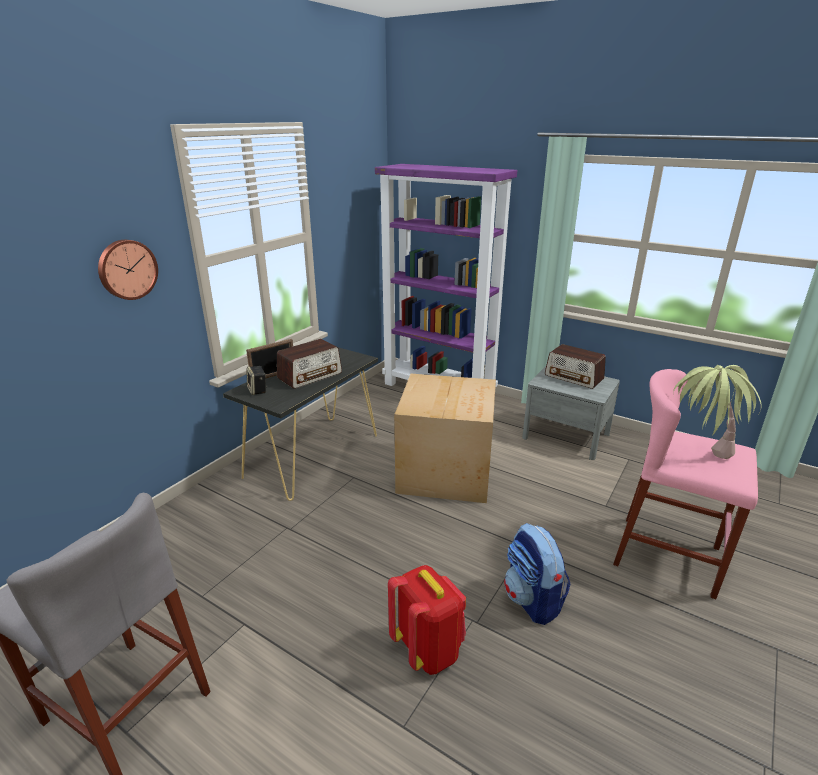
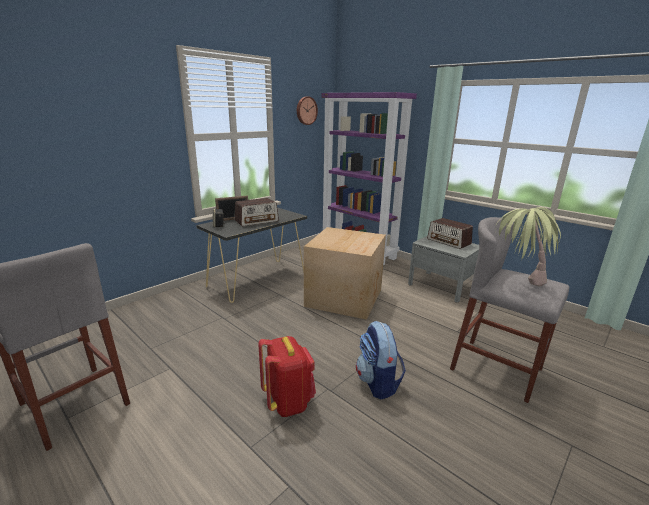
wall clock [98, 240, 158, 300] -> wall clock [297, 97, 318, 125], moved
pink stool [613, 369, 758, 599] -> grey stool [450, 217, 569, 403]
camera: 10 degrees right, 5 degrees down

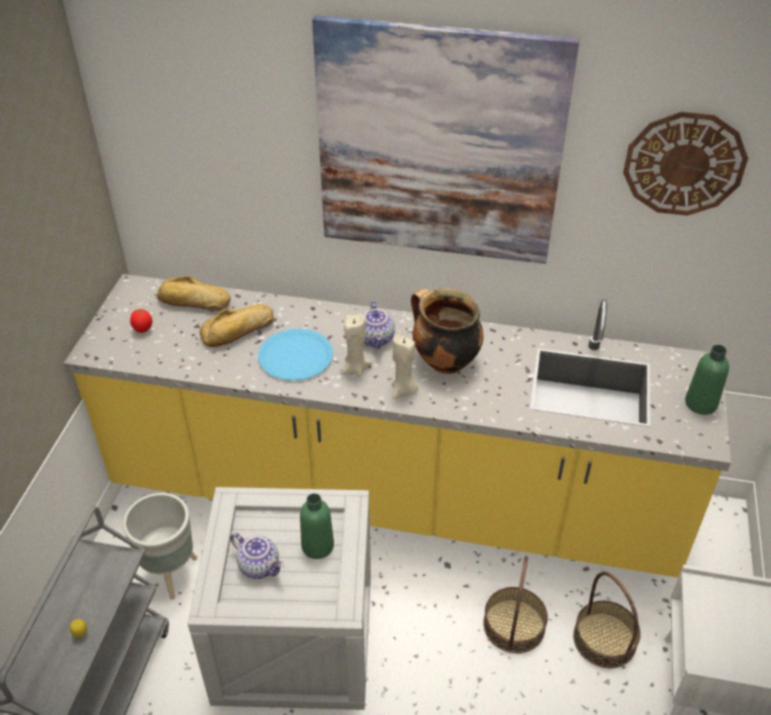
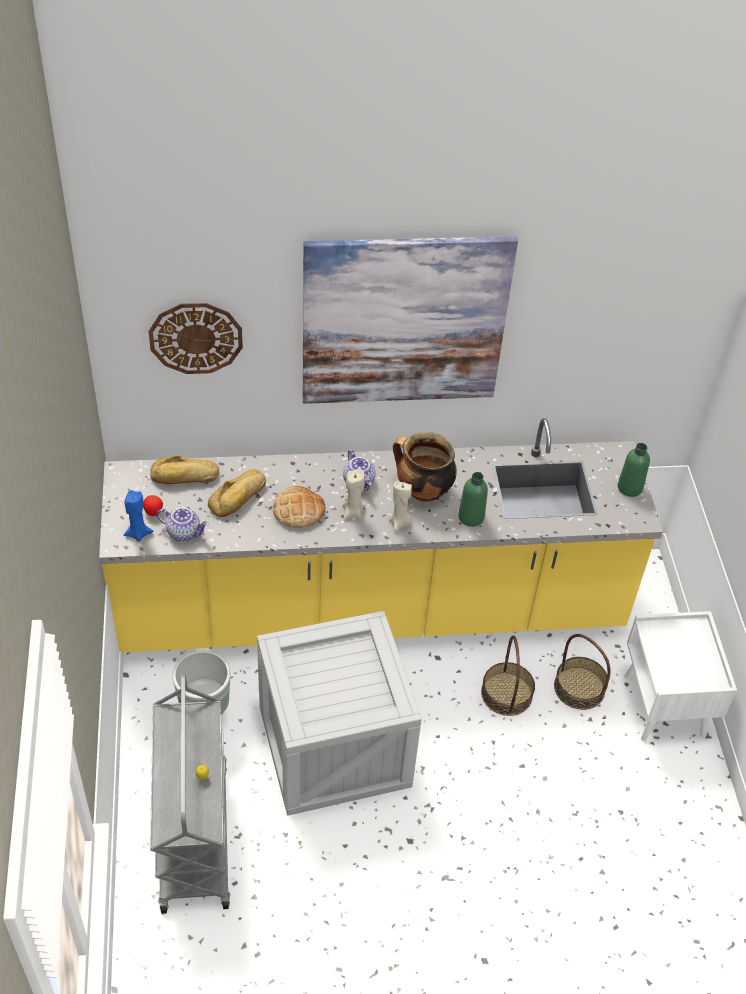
none -> blue candle [124, 490, 153, 542]
wall clock [623, 111, 748, 216] -> wall clock [149, 303, 243, 374], moved
teapot [230, 533, 284, 579] -> teapot [157, 507, 209, 541], moved
blue plate [258, 329, 333, 380] -> bread [273, 486, 325, 528]
green bottle [300, 493, 334, 559] -> green bottle [458, 472, 488, 527], moved
camera: 20 degrees left, 5 degrees up

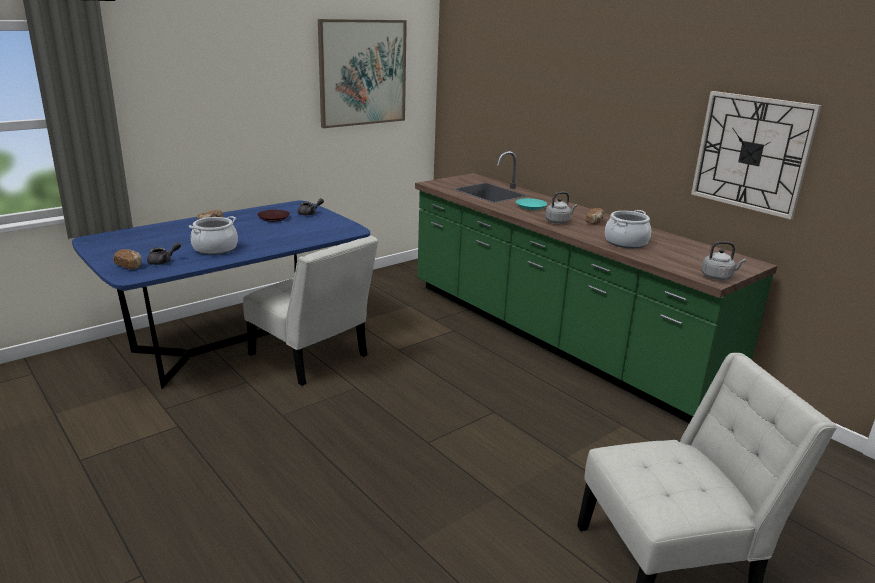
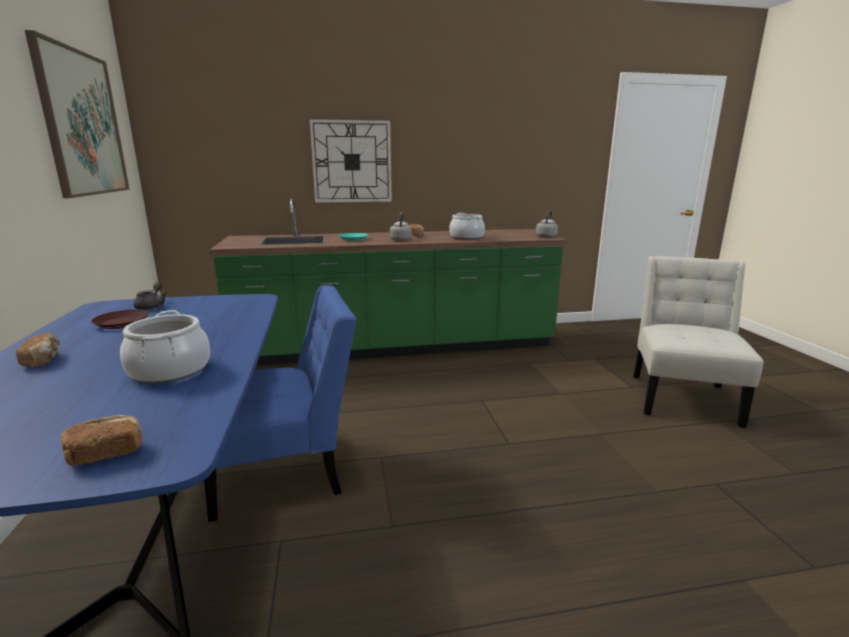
white chair [243, 236, 378, 386] -> blue chair [204, 285, 357, 522]
wall clock [691, 91, 822, 220] -> wall clock [310, 119, 392, 203], moved
grey teapot [147, 242, 181, 265] -> none
camera: 60 degrees left, 5 degrees down

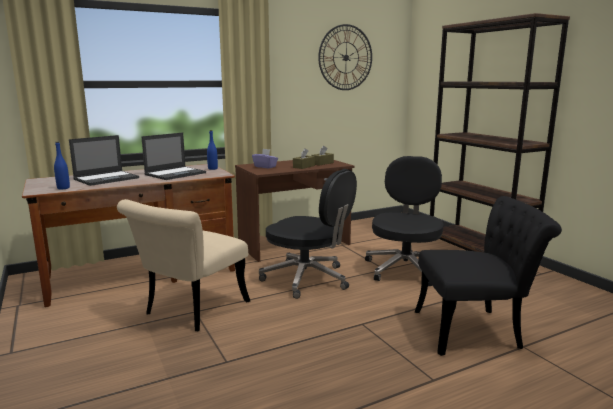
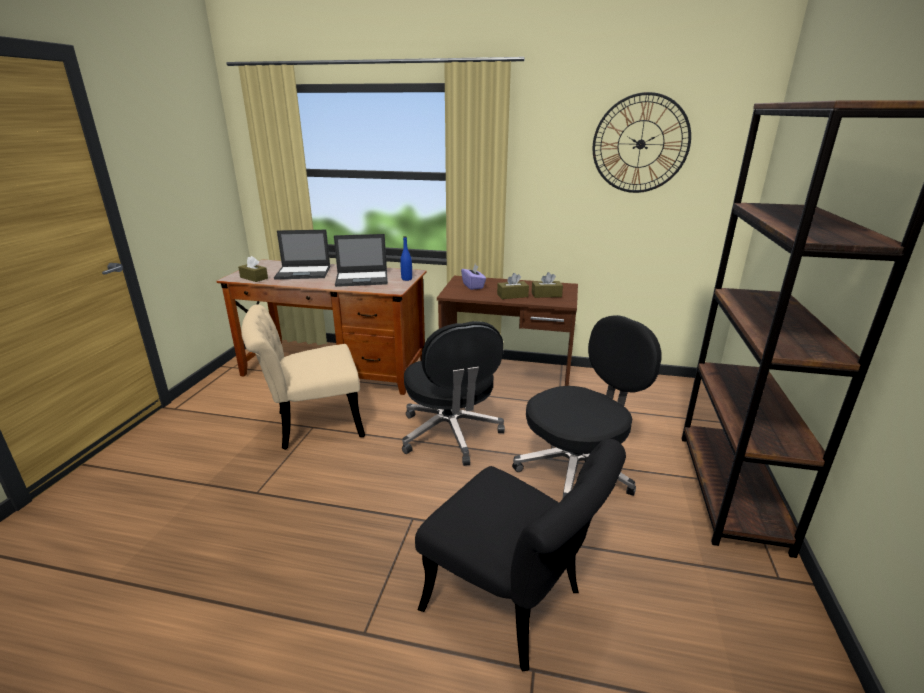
blue bottle [54, 142, 70, 189] -> brown tissue box [238, 256, 268, 282]
camera: 40 degrees right, 10 degrees up

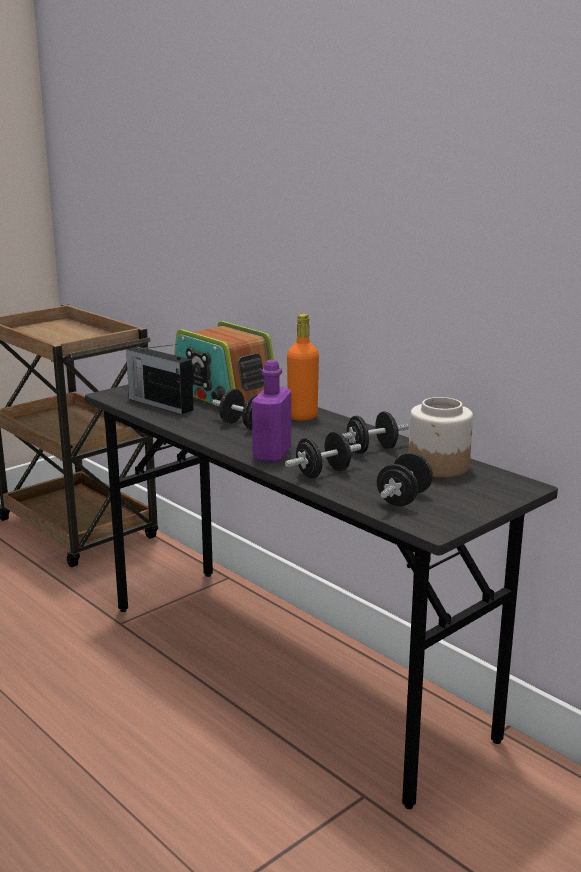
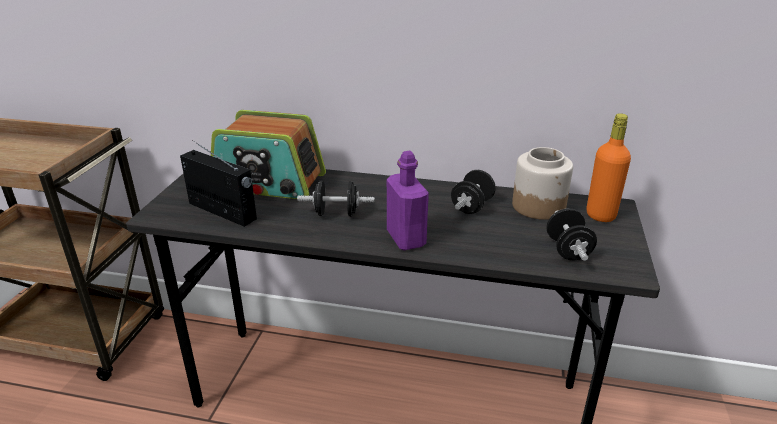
radio [126, 344, 194, 414] -> radio [180, 140, 257, 227], 150 degrees counterclockwise
orange bottle [287, 314, 319, 421] -> orange bottle [587, 113, 631, 222], moved
black dumbbell [285, 432, 361, 478] -> none
camera: 35 degrees left, 10 degrees up

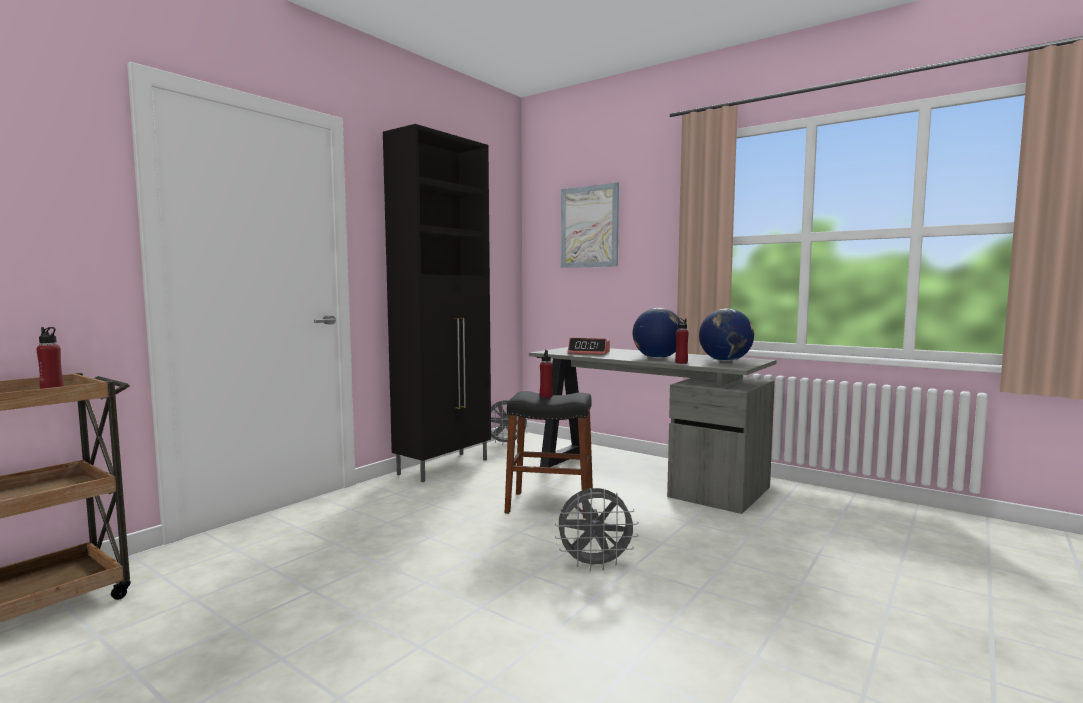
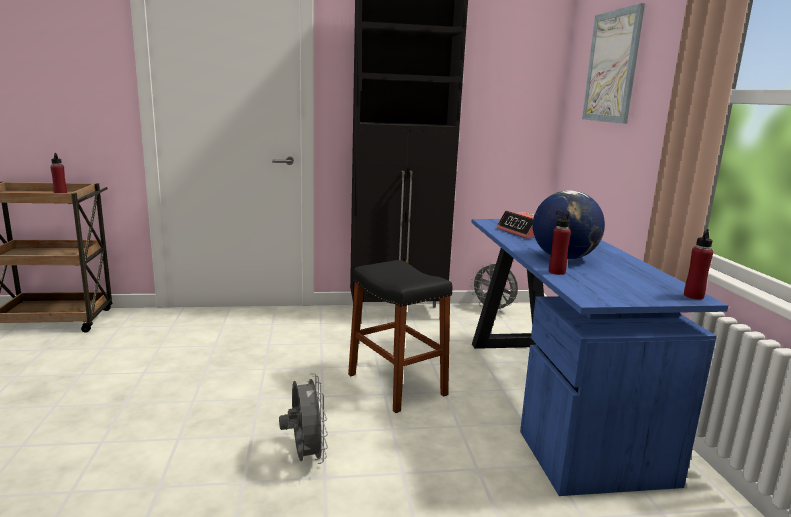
grey fan [555, 488, 639, 571] -> grey fan [279, 373, 328, 464], 150 degrees counterclockwise
grey desk [529, 347, 777, 514] -> blue desk [471, 219, 729, 496]
red bottle [540, 350, 553, 398] -> red bottle [684, 229, 713, 300], moved
globe [699, 308, 754, 361] -> none
camera: 45 degrees right, 10 degrees up

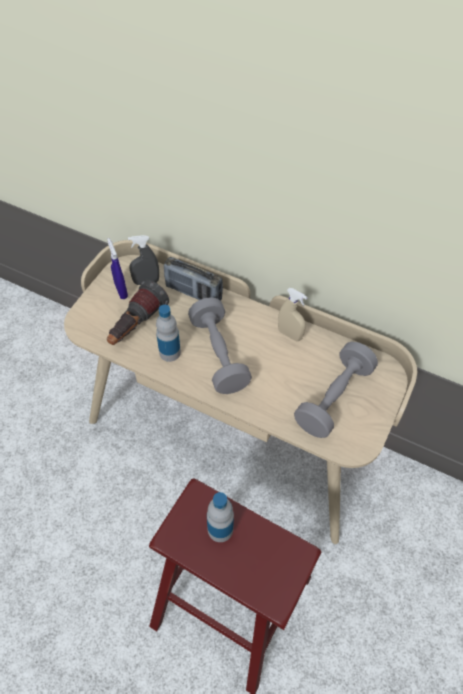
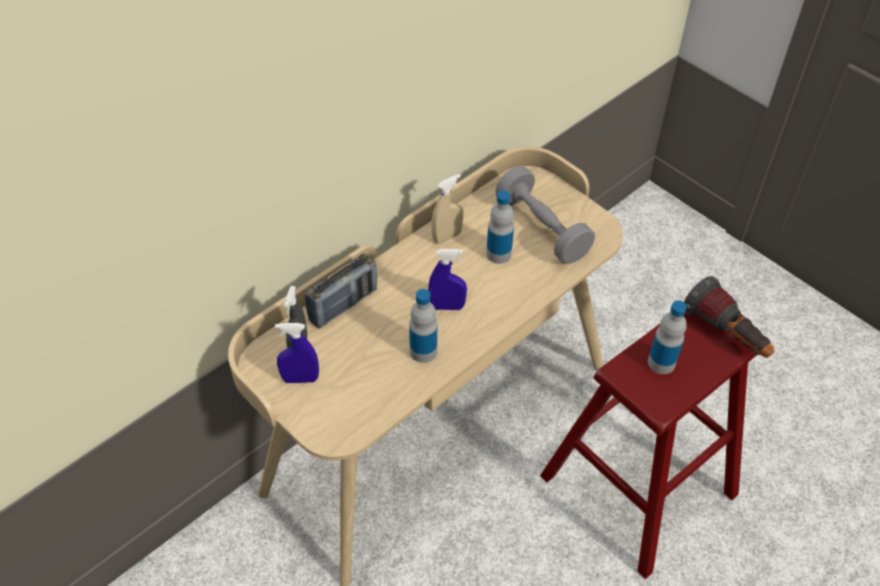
grey dumbbell [188, 297, 252, 394] -> blue spray bottle [428, 249, 467, 310]
none -> bottle [486, 190, 514, 264]
flashlight [107, 280, 169, 345] -> flashlight [684, 276, 775, 358], moved
camera: 70 degrees left, 5 degrees down

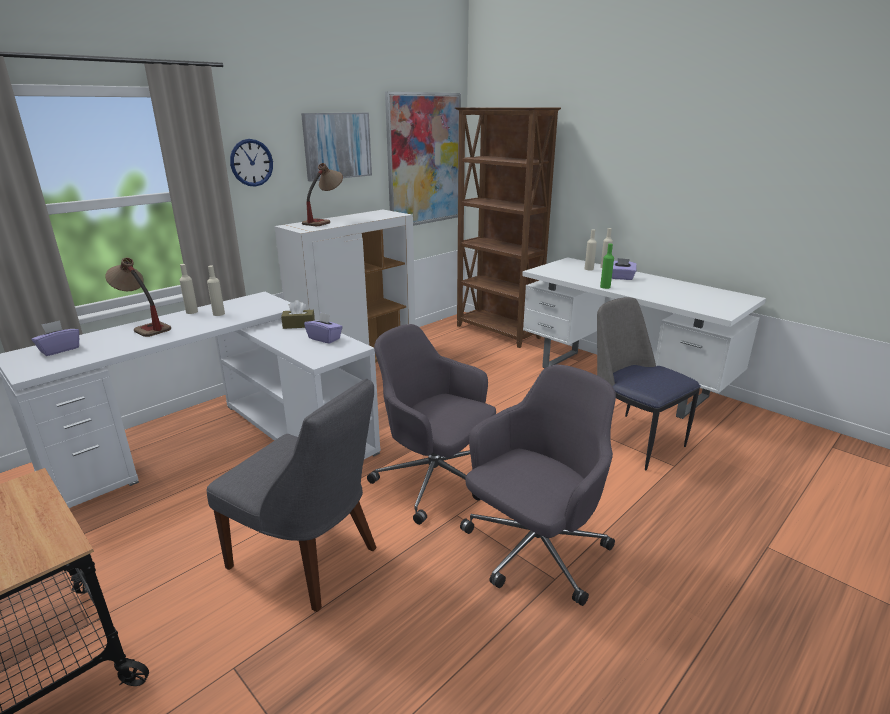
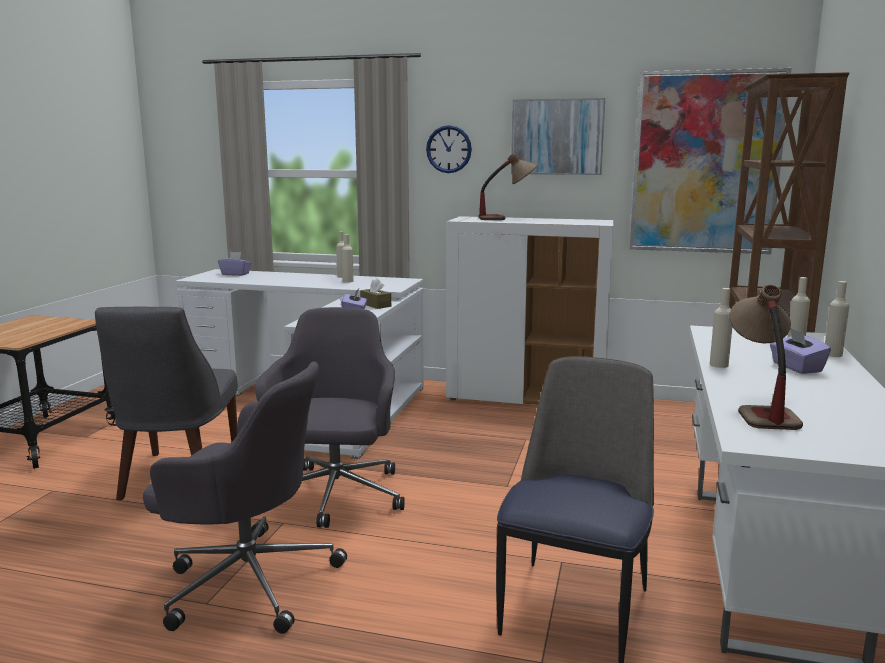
green bottle [600, 244, 614, 289] -> beige bottle [710, 288, 732, 368]
table lamp [105, 258, 171, 337] -> table lamp [729, 285, 803, 430], moved
camera: 60 degrees right, 10 degrees down

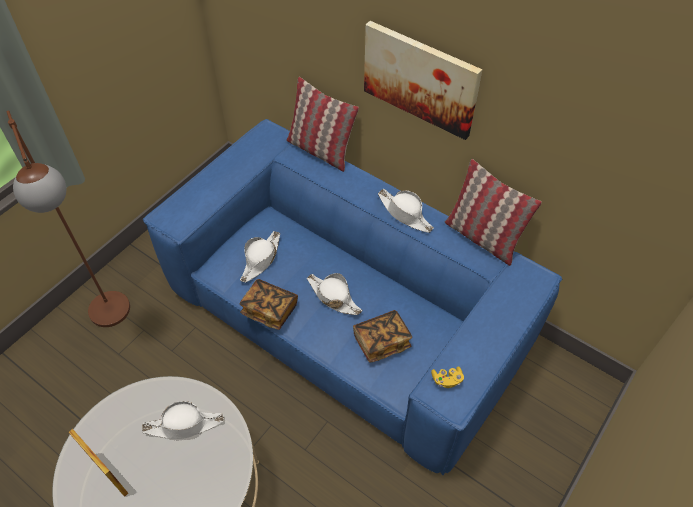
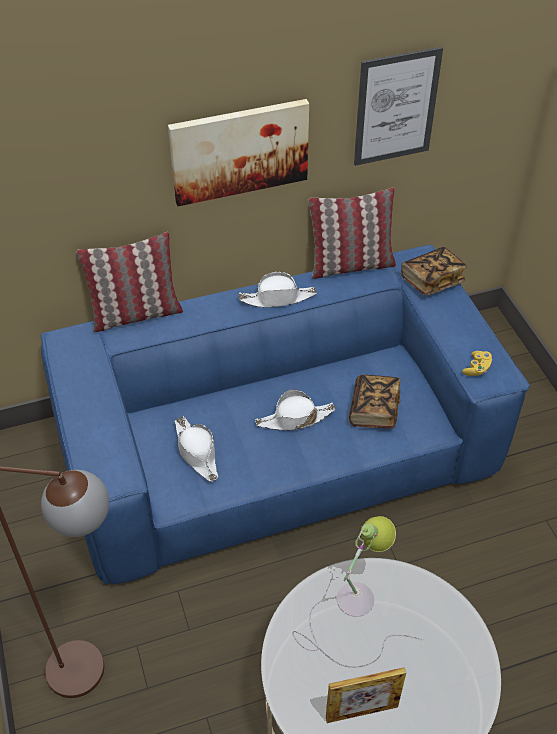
white hat [142, 401, 224, 439] -> table lamp [293, 516, 423, 667]
none -> picture [354, 47, 443, 166]
book [240, 279, 298, 330] -> book [401, 247, 467, 296], moved
camera: 55 degrees left, 5 degrees down

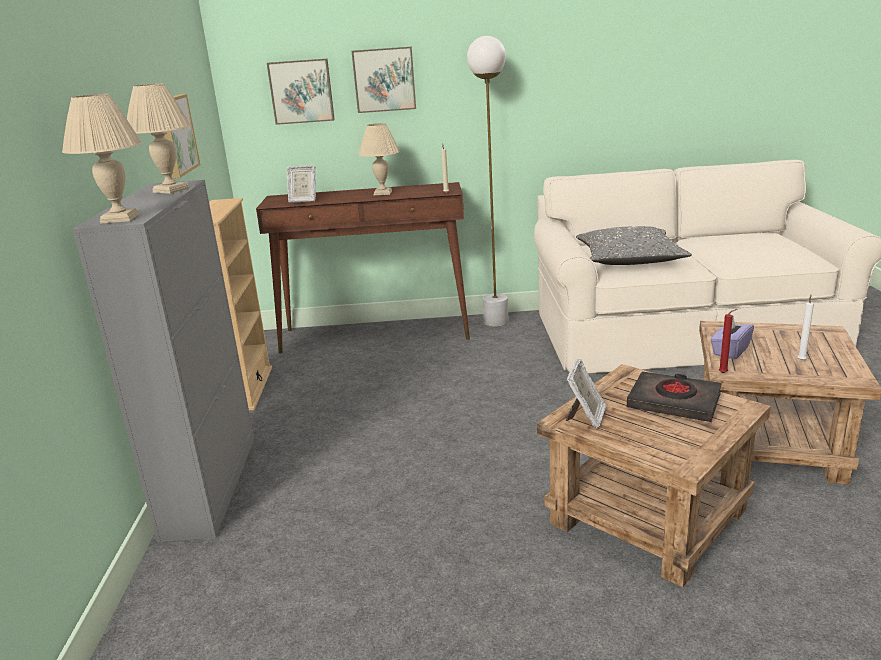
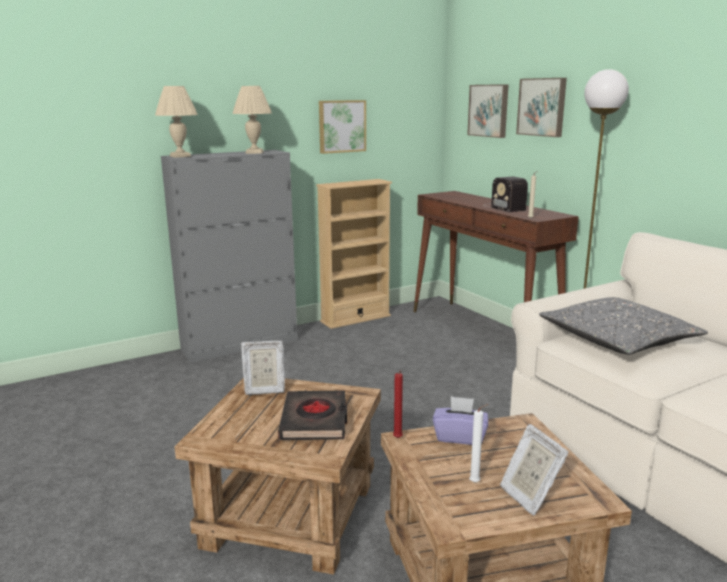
beige table lamp [358, 123, 400, 195] -> radio [482, 176, 528, 212]
picture frame [287, 166, 316, 203] -> picture frame [500, 424, 569, 515], moved
camera: 60 degrees right, 5 degrees down

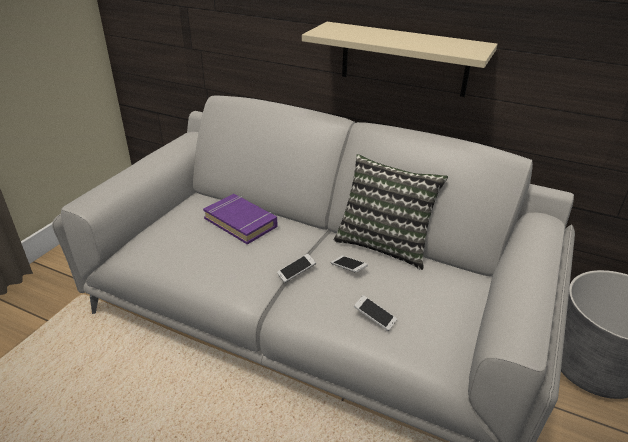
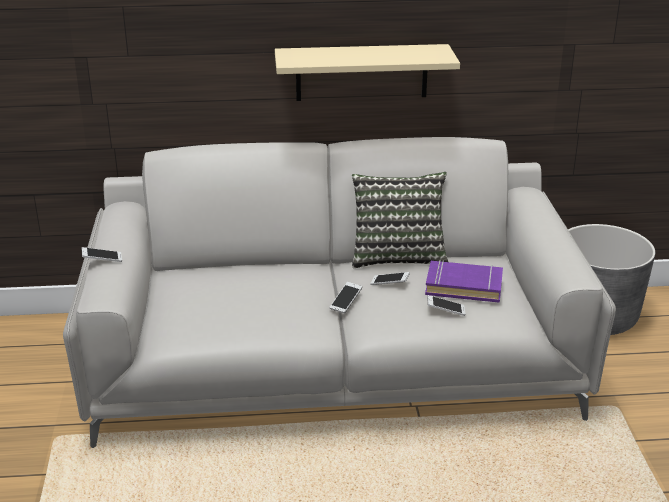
none -> phone [82, 247, 122, 262]
purple book [203, 194, 277, 245] -> purple book [425, 260, 503, 303], moved
camera: 30 degrees left, 5 degrees down

